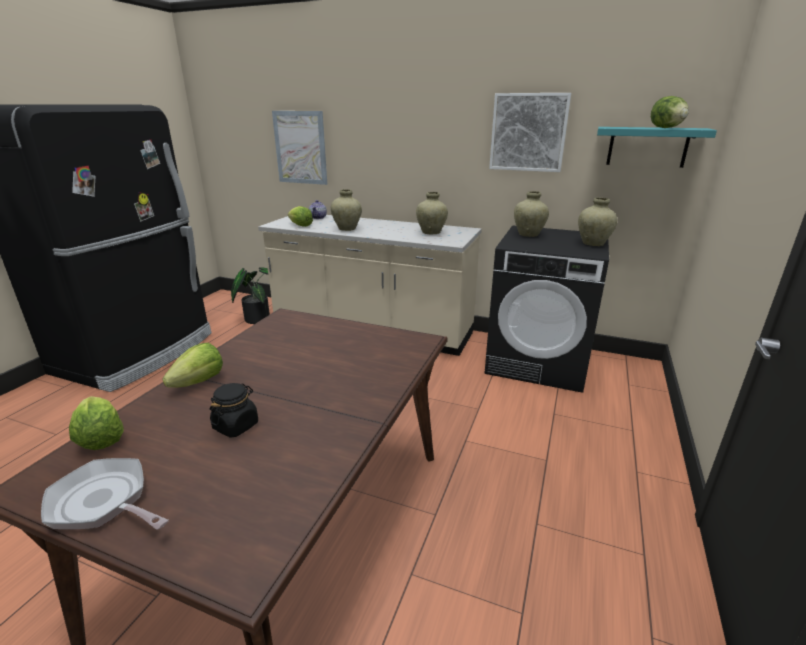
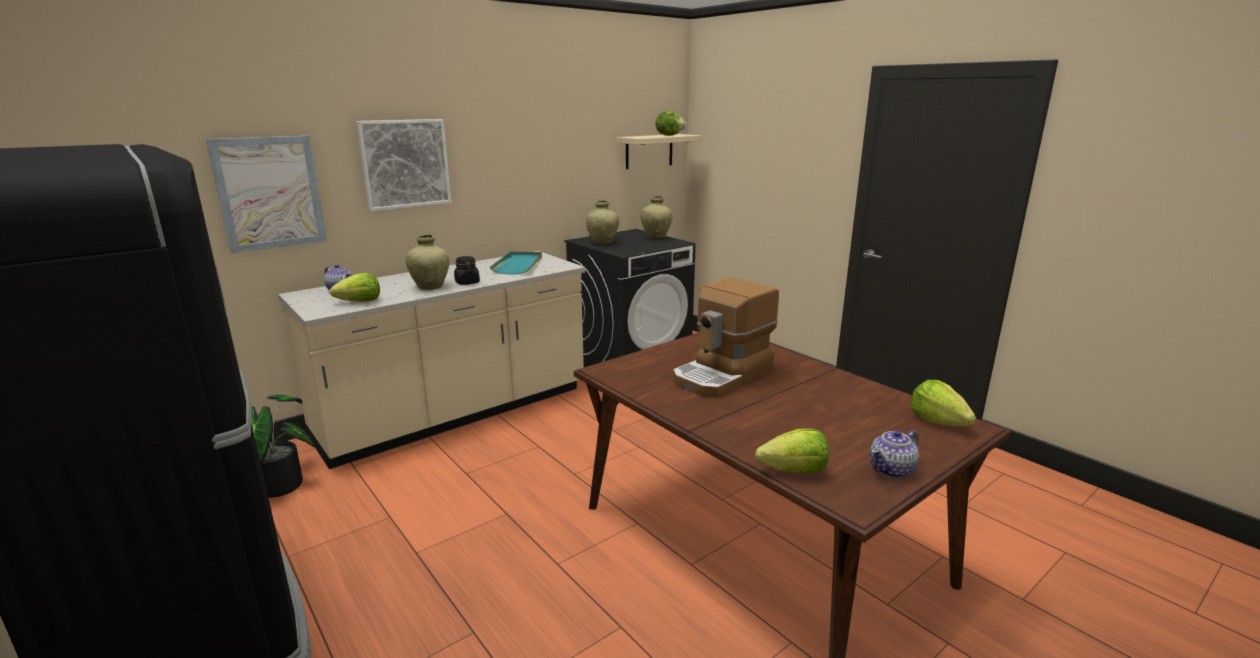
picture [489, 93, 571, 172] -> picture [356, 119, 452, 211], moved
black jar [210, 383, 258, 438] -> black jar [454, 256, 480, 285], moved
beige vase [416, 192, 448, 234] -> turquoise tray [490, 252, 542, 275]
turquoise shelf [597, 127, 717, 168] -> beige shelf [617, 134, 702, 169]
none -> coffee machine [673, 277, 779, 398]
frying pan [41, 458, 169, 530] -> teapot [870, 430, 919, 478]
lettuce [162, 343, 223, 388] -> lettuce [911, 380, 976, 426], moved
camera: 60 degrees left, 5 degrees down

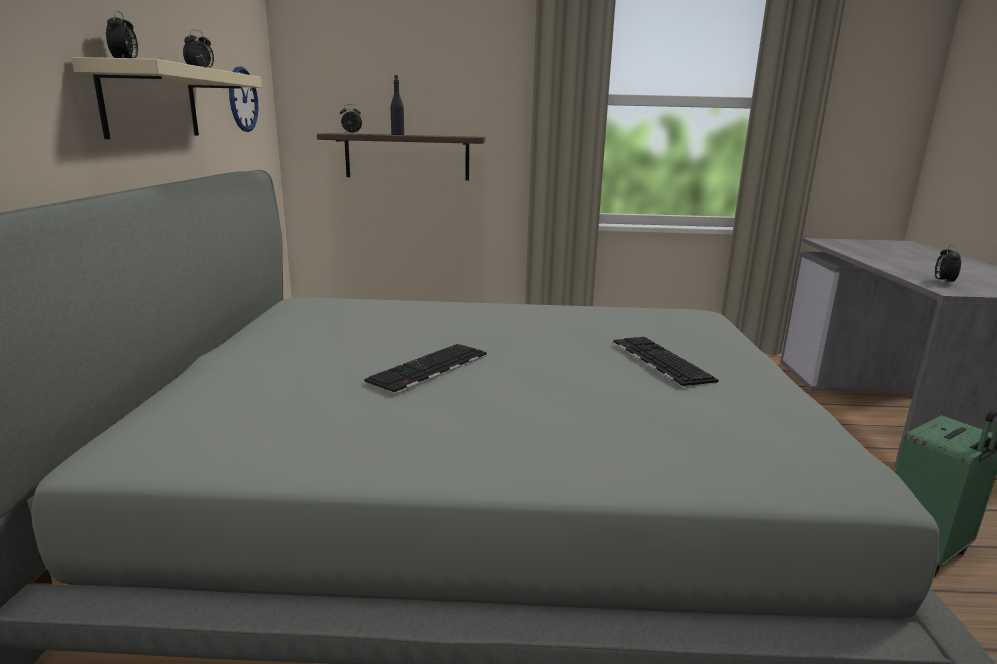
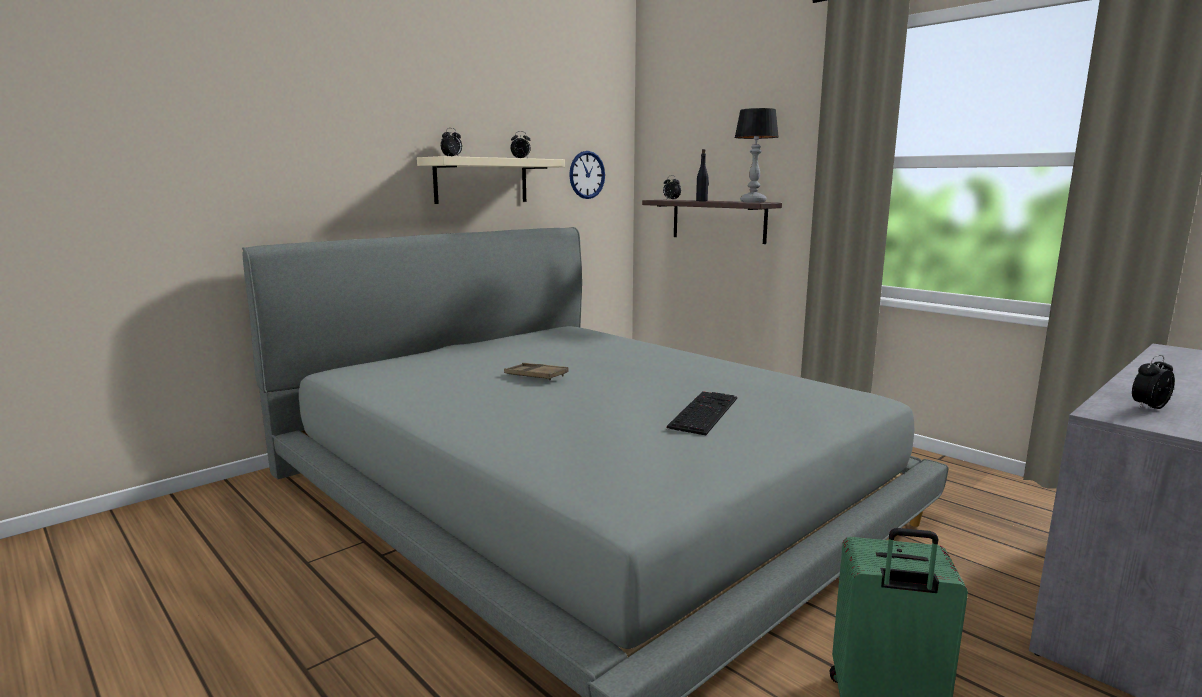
keyboard [364, 344, 487, 394] -> brown tray [504, 363, 569, 381]
none -> table lamp [734, 108, 779, 202]
camera: 45 degrees right, 5 degrees down

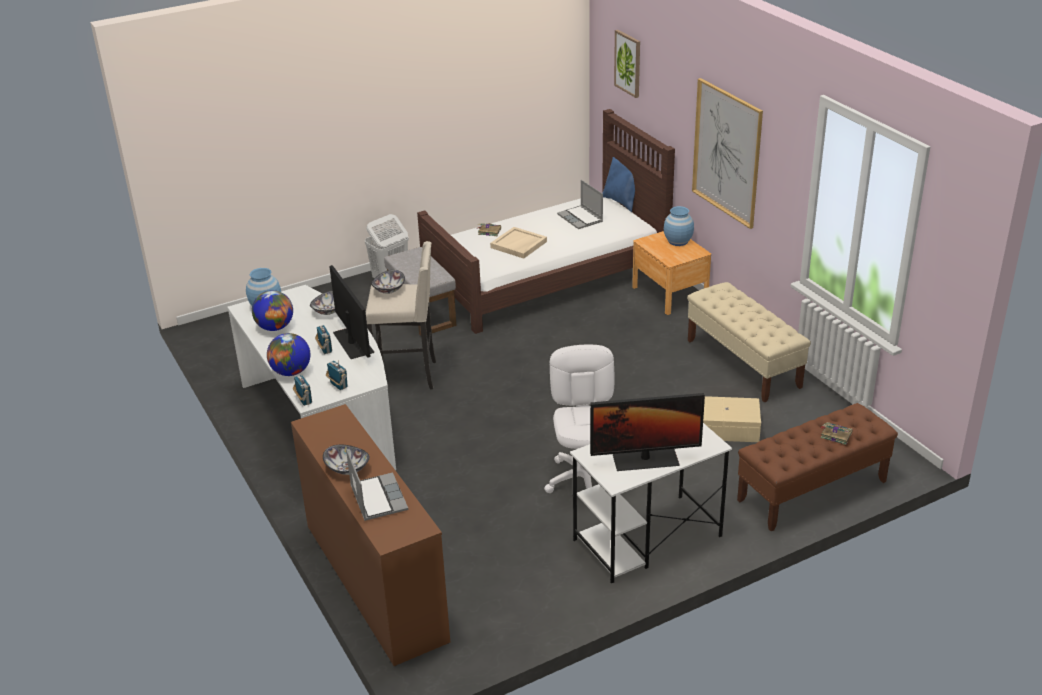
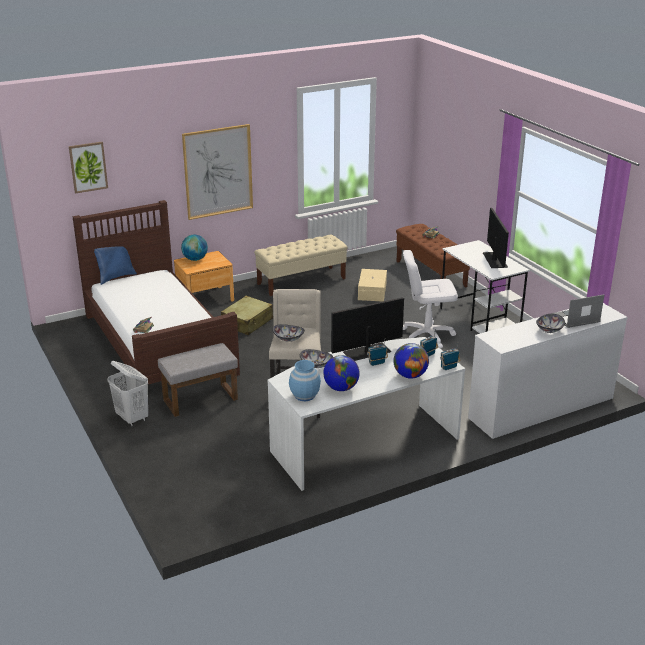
blue vase [664, 206, 694, 246] -> globe [181, 235, 208, 261]
none -> beige suitcase [221, 296, 273, 335]
brown dresser [291, 404, 450, 666] -> white dresser [468, 303, 628, 439]
beige tray [490, 227, 547, 259] -> none
laptop [557, 180, 603, 229] -> none
camera: 90 degrees left, 5 degrees down

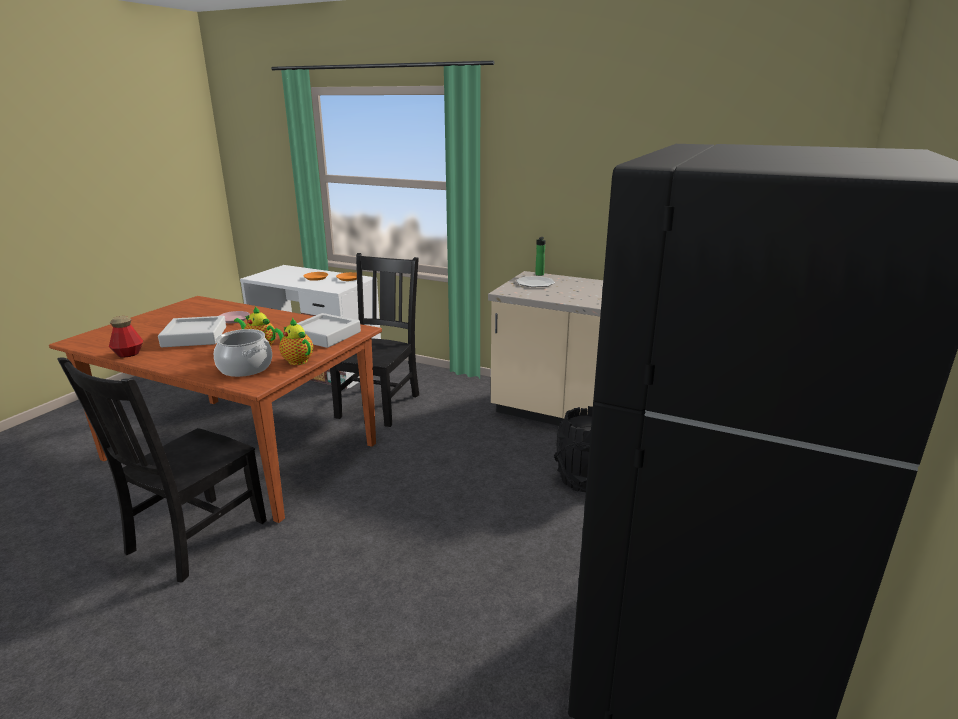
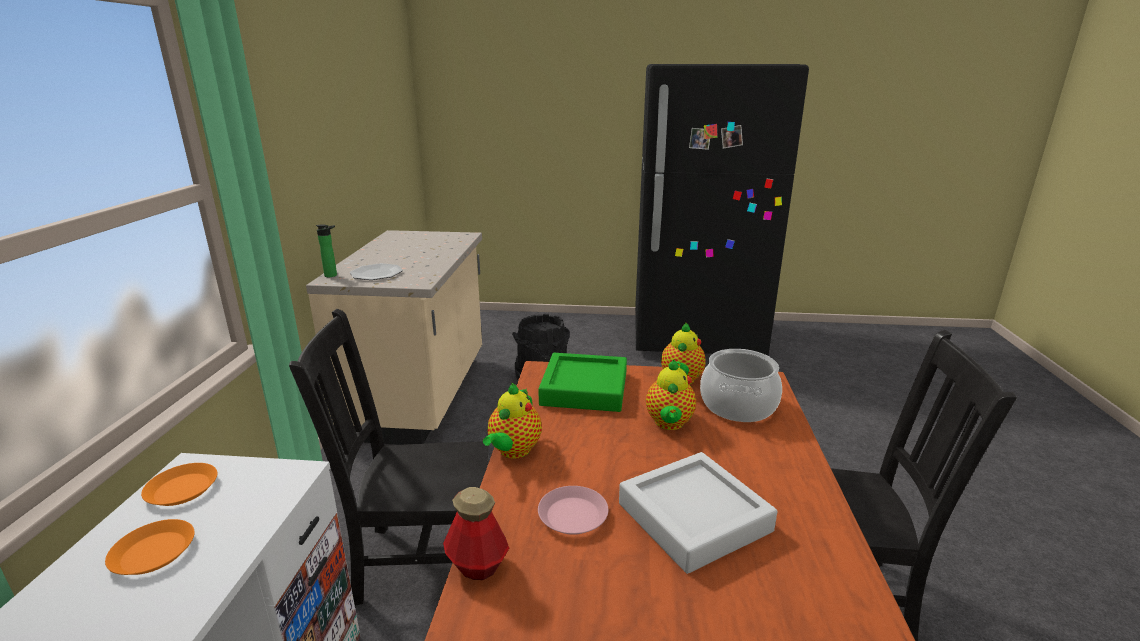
bottle [109, 316, 143, 358] -> bottle [443, 487, 509, 580], moved
none -> teapot [483, 383, 542, 459]
grey tray [297, 313, 361, 348] -> green tray [538, 353, 627, 412]
camera: 110 degrees left, 0 degrees up

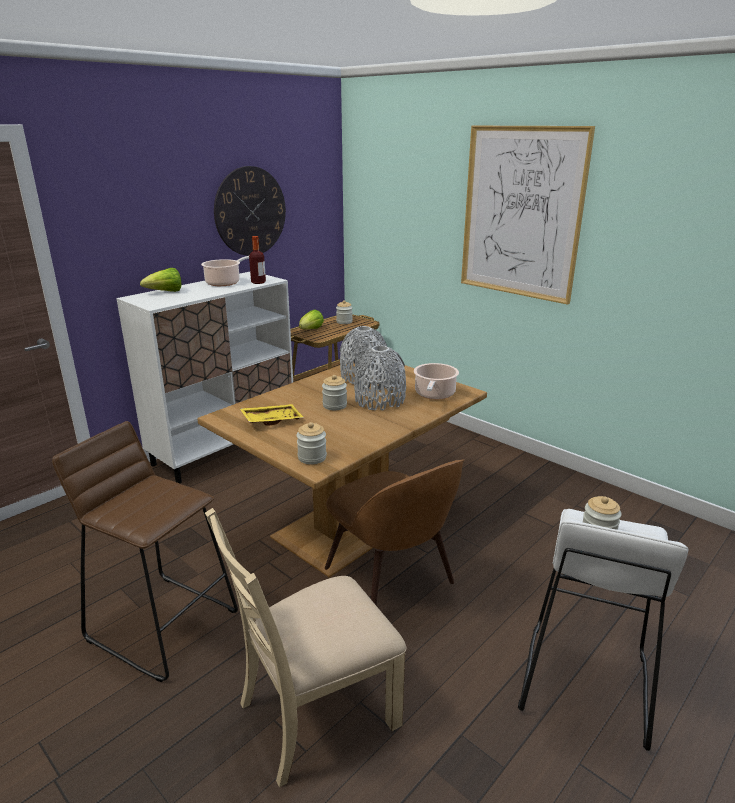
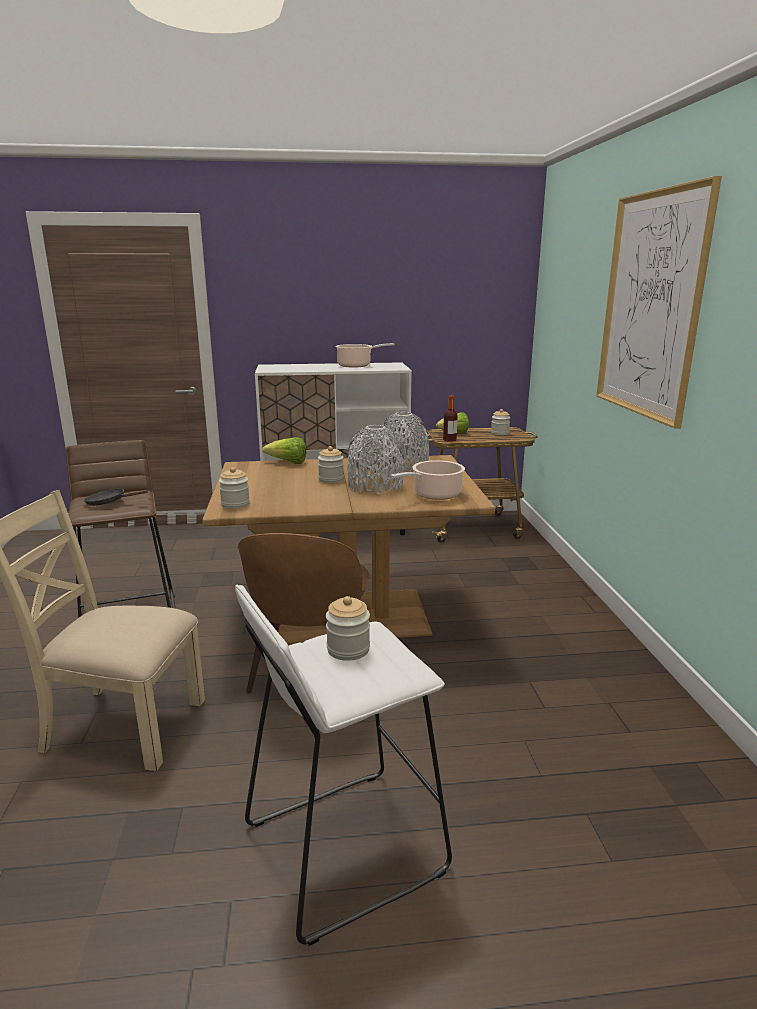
none -> black frying pan [84, 489, 148, 506]
lettuce [140, 268, 181, 292] -> lettuce [262, 437, 306, 464], moved
bottle [249, 236, 266, 284] -> bottle [443, 395, 458, 441], moved
wall clock [214, 166, 286, 256] -> none
yellow tray [240, 404, 304, 426] -> none
camera: 40 degrees right, 5 degrees down

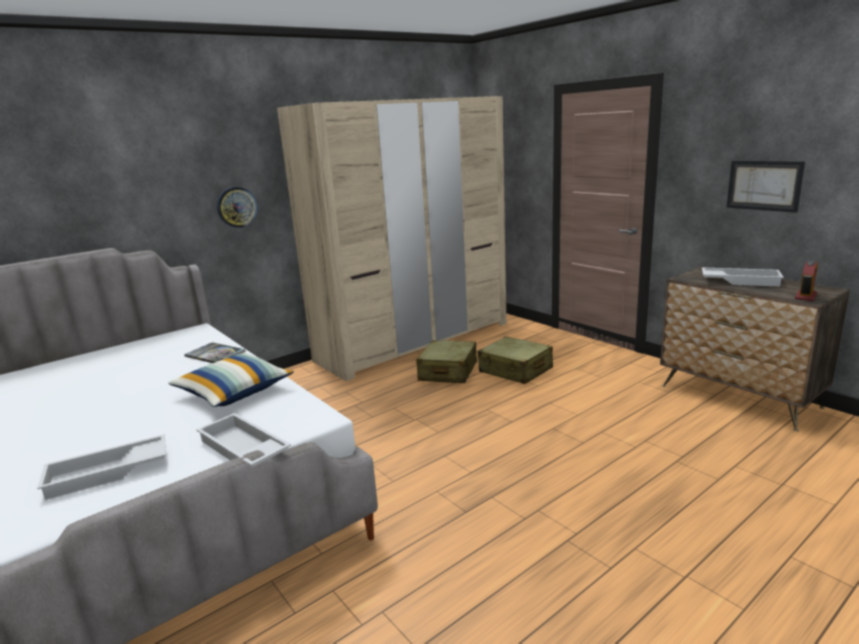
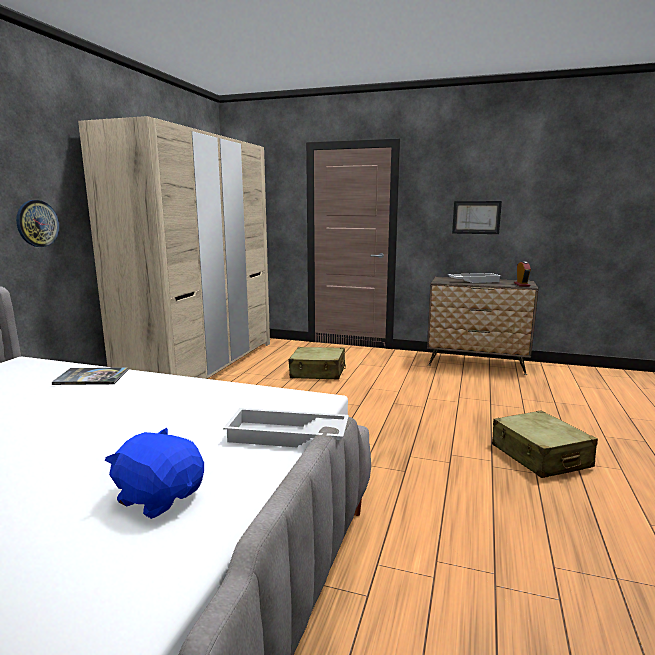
white tray [37, 434, 166, 500] -> blue plush toy [105, 428, 204, 519]
beige suitcase [416, 340, 477, 383] -> beige suitcase [492, 411, 598, 478], moved
pillow [168, 353, 294, 407] -> none
camera: 35 degrees left, 5 degrees down

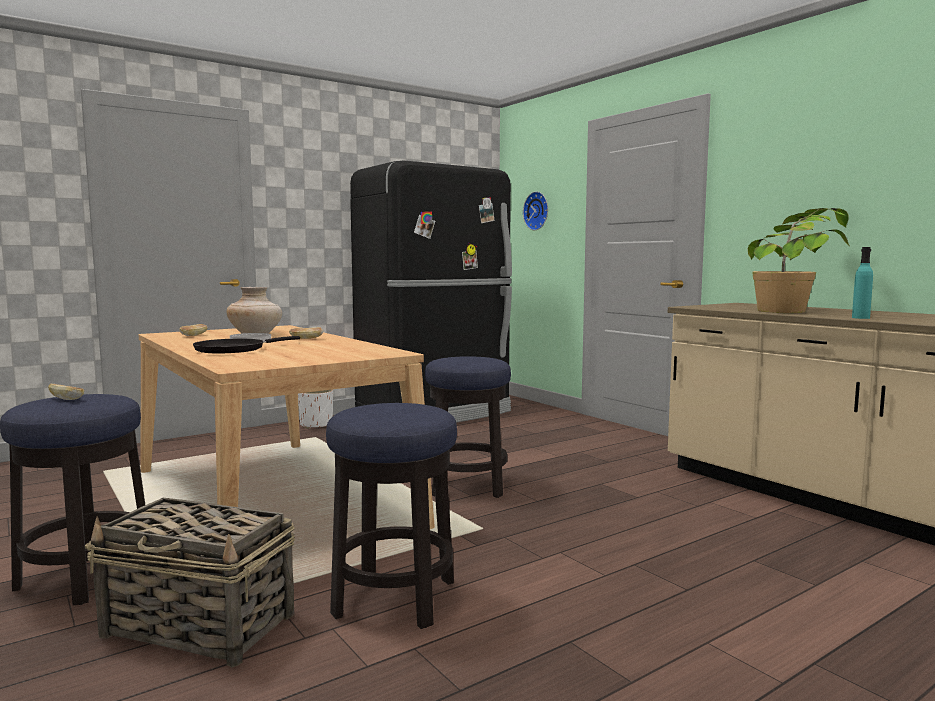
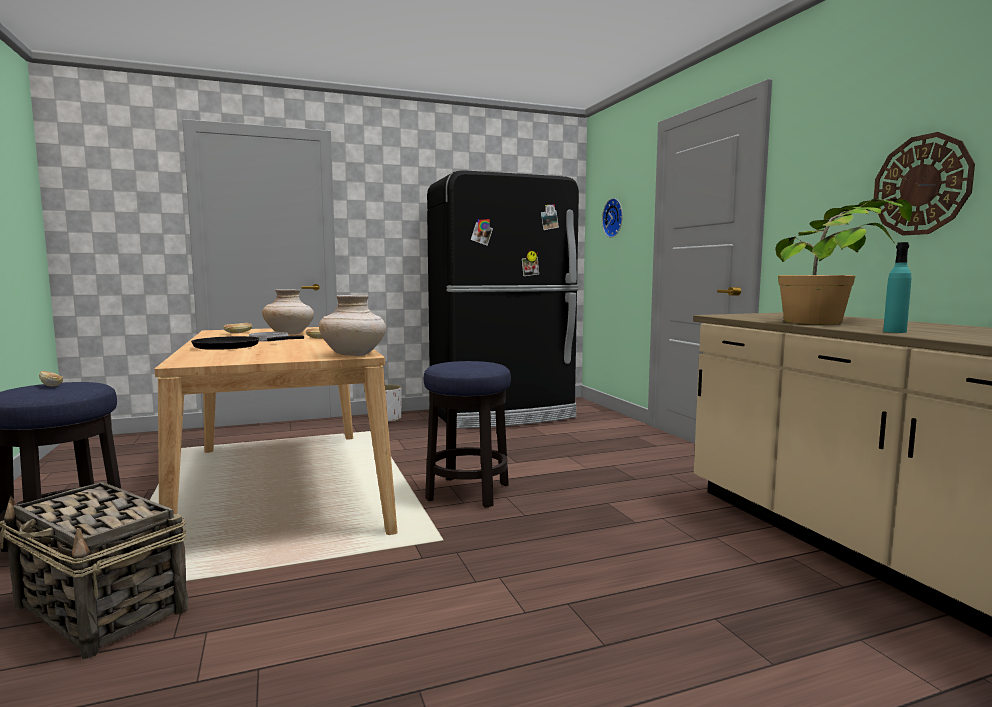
none -> beige vase [319, 295, 386, 356]
none -> wall clock [874, 132, 975, 236]
stool [326, 403, 457, 629] -> none
camera: 15 degrees right, 0 degrees up

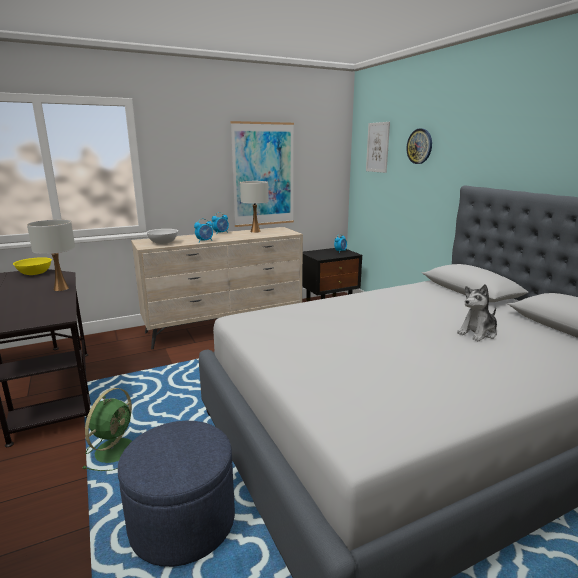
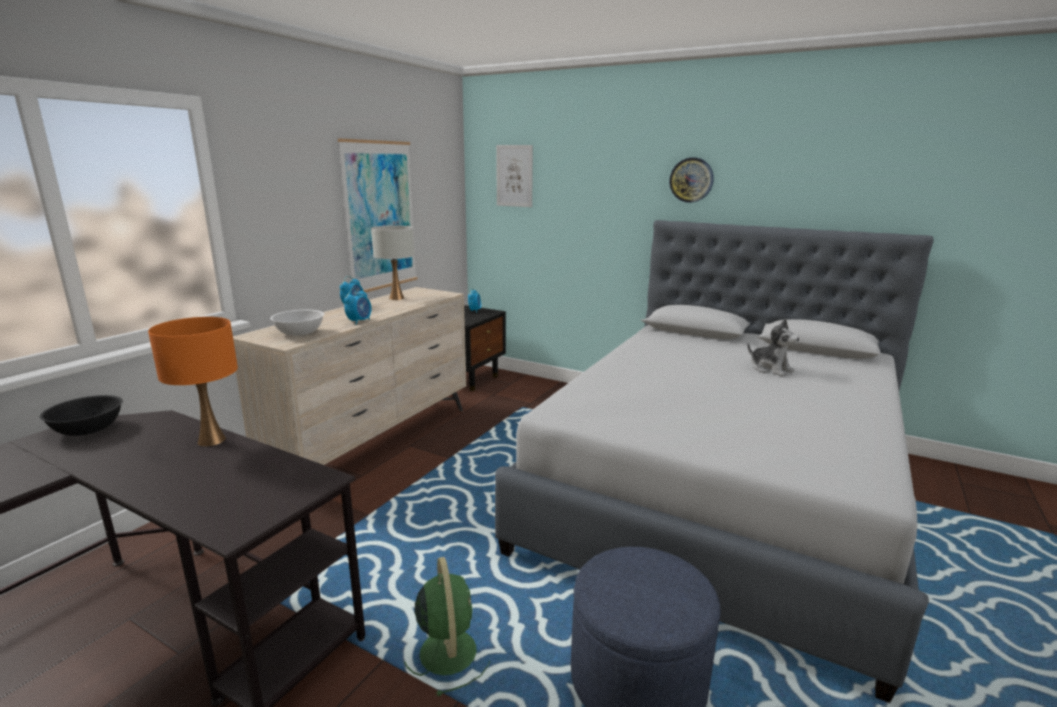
yellow bowl [13, 257, 52, 275] -> black bowl [40, 395, 123, 436]
white table lamp [27, 220, 75, 291] -> orange table lamp [148, 317, 238, 447]
wall clock [406, 129, 432, 164] -> wall clock [669, 158, 714, 203], moved
plush toy [457, 284, 497, 341] -> plush toy [747, 318, 799, 376], 60 degrees counterclockwise
camera: 35 degrees left, 0 degrees up

